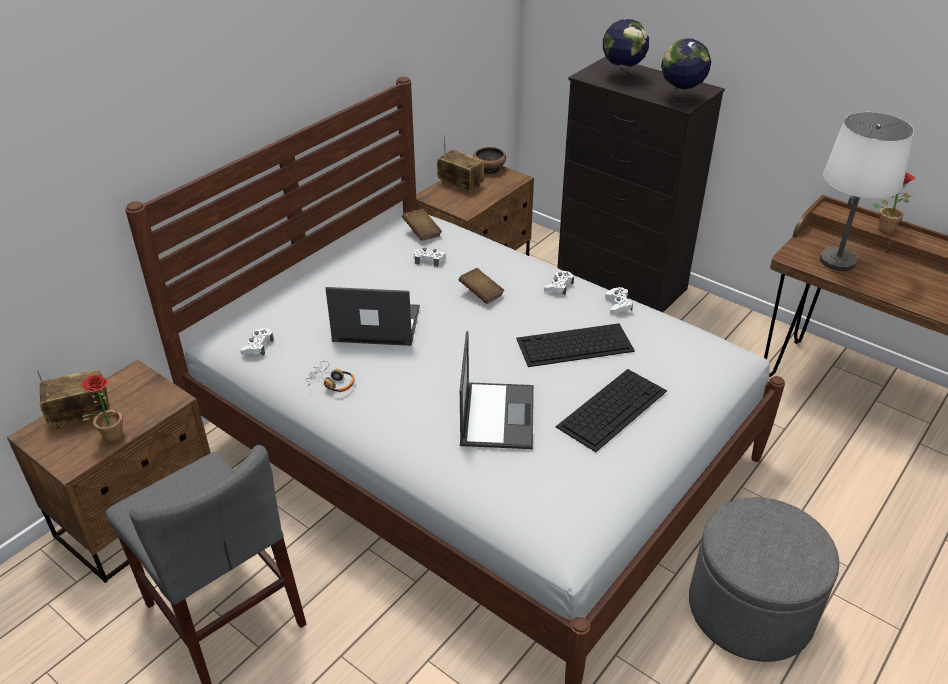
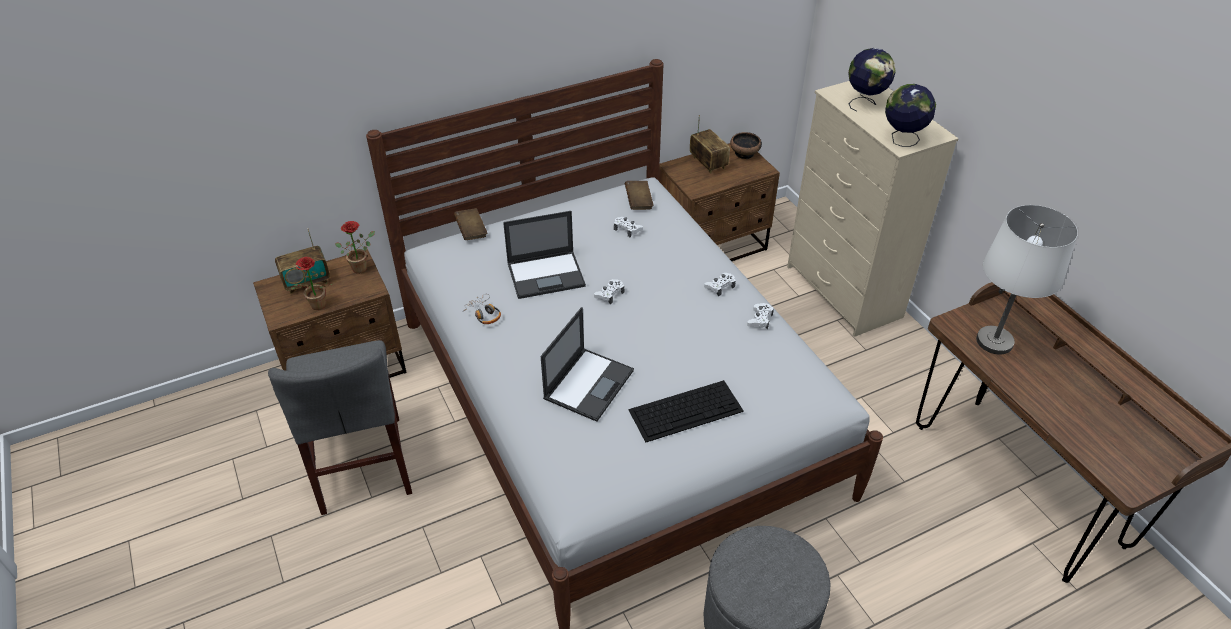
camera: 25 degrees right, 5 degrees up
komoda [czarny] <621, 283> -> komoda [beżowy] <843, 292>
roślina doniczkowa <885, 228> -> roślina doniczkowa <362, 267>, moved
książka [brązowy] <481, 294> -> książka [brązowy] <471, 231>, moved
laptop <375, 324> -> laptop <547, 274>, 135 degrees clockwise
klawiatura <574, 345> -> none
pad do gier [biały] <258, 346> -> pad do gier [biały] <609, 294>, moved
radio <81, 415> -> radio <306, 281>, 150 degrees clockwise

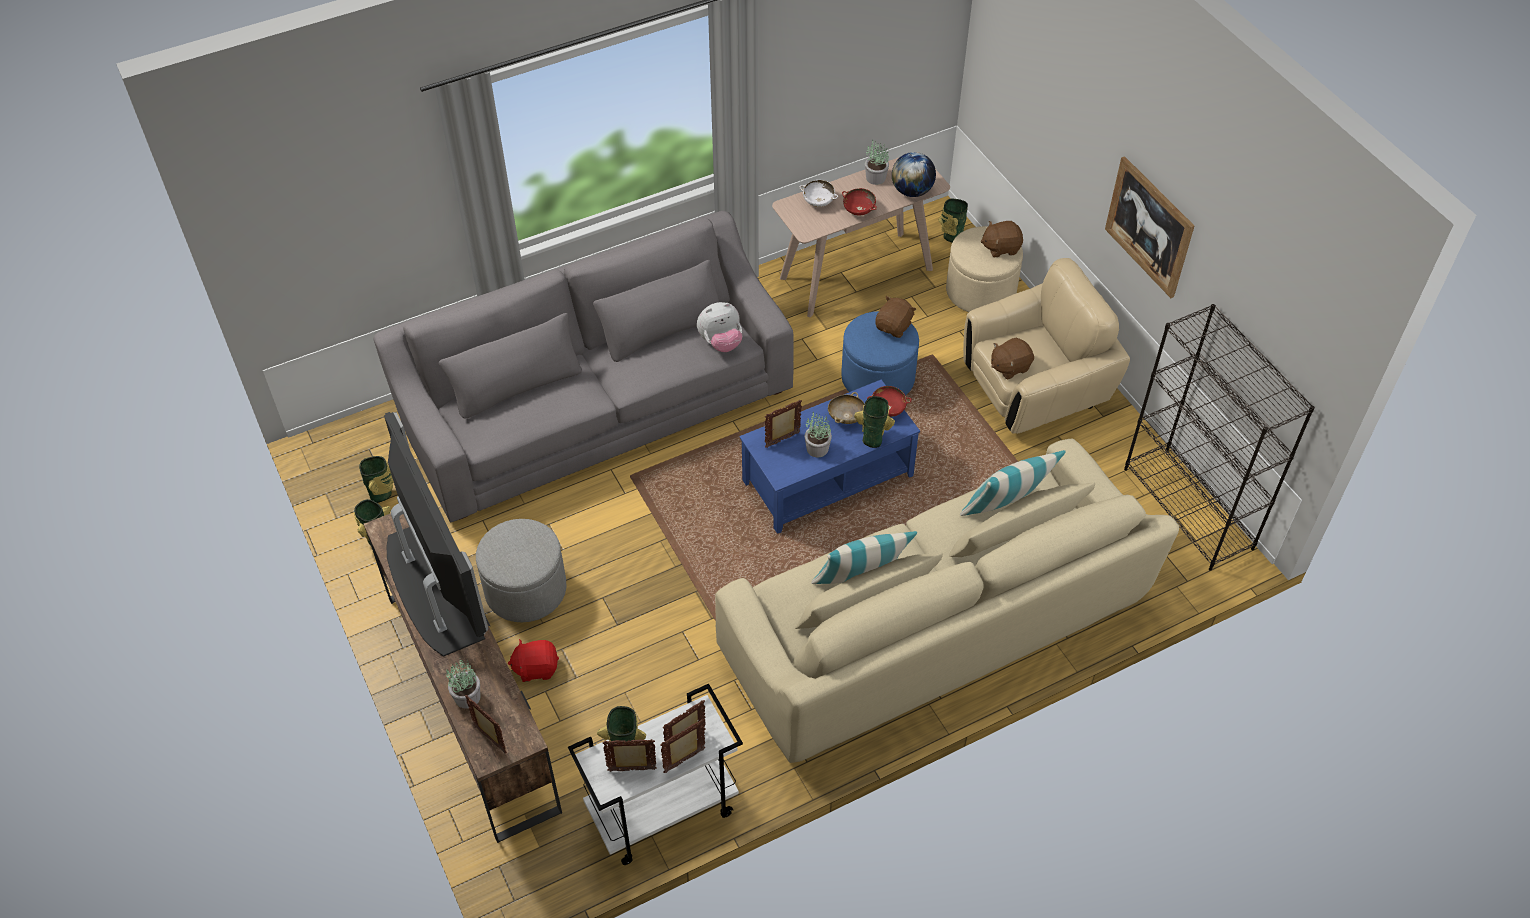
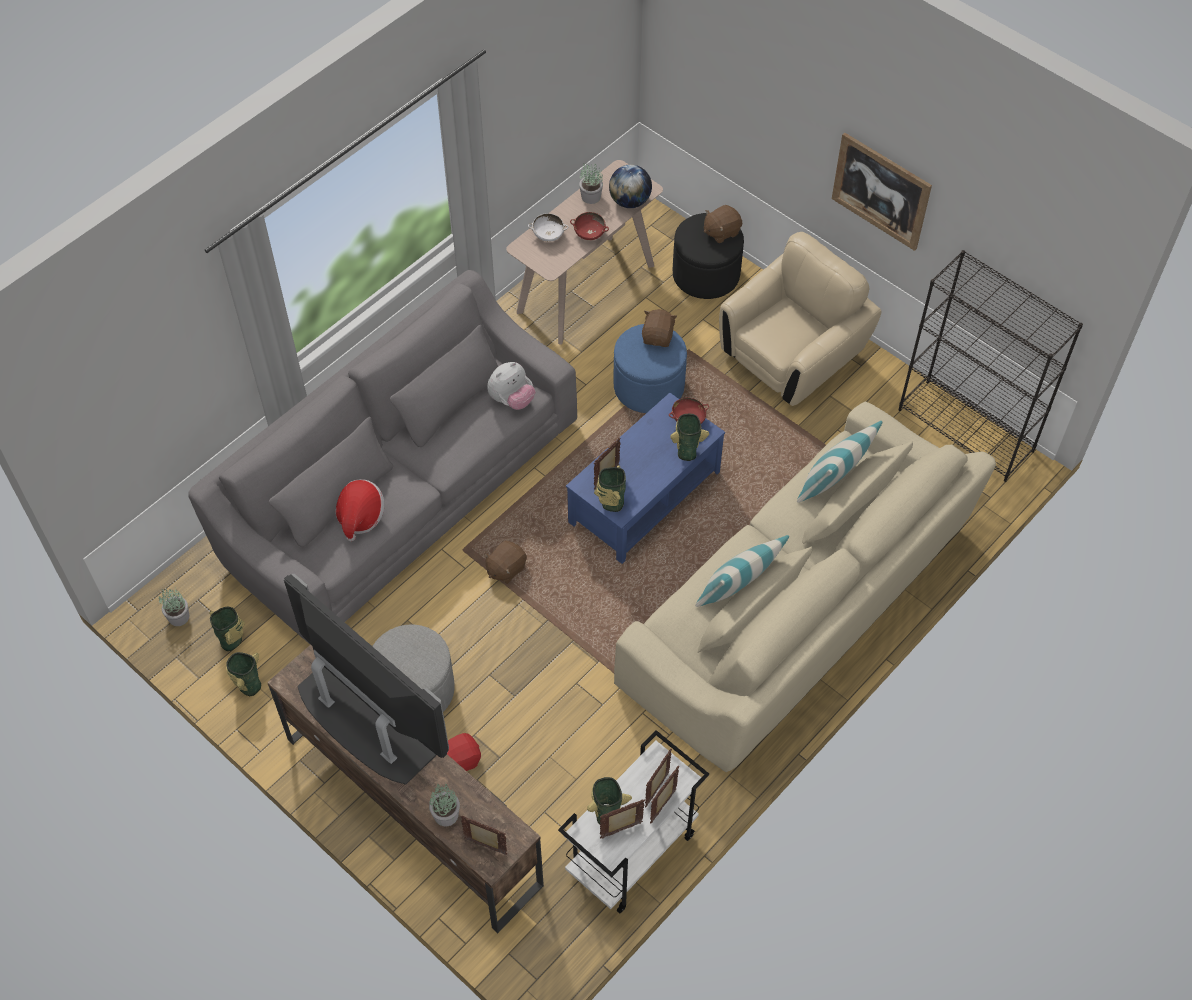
camera: 20 degrees left, 5 degrees up
wazon <951, 236> -> wazon <611, 503>, moved
pufa [beżowy] <980, 291> -> pufa [czarny] <706, 275>
pluszak [brązowy] <1009, 367> -> pluszak [brązowy] <505, 569>, moved
miska [beżowy] <846, 417> -> none
roślina doniczkowa <816, 448> -> roślina doniczkowa <178, 617>, moved
none -> kapelusz <360, 516>

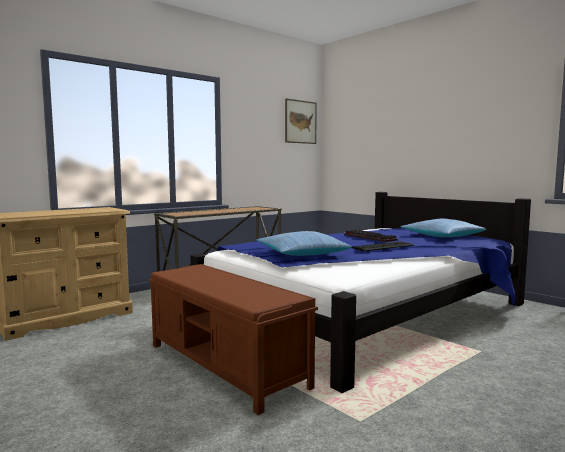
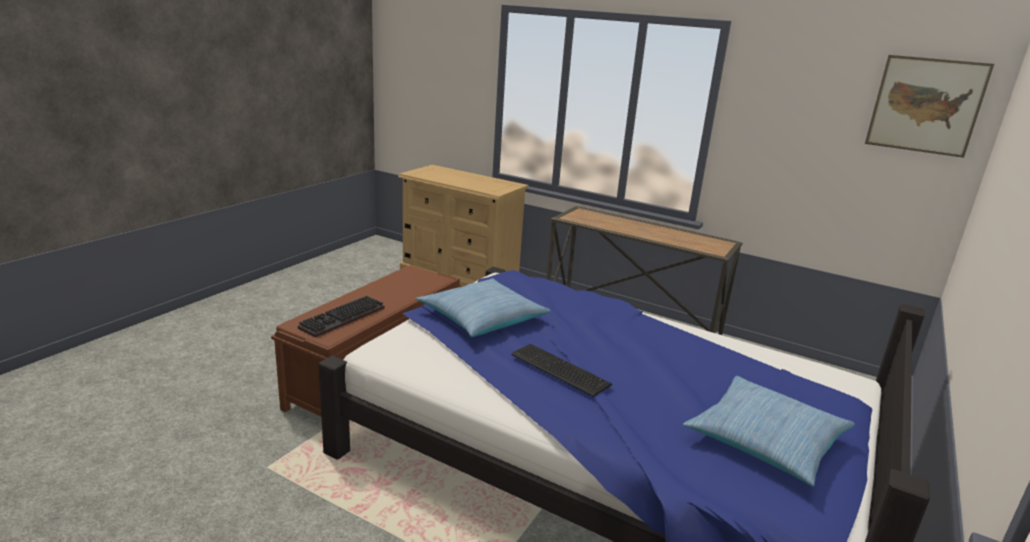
camera: 70 degrees right, 15 degrees up
klawiatura <371, 238> -> klawiatura <342, 319>, moved

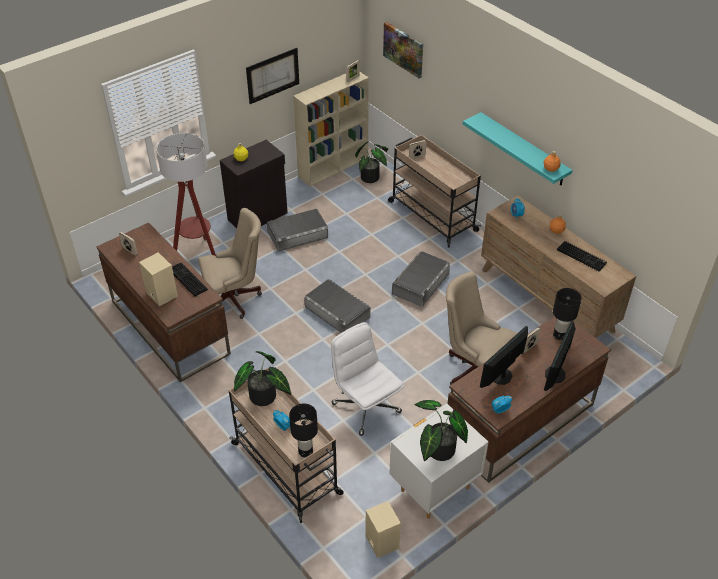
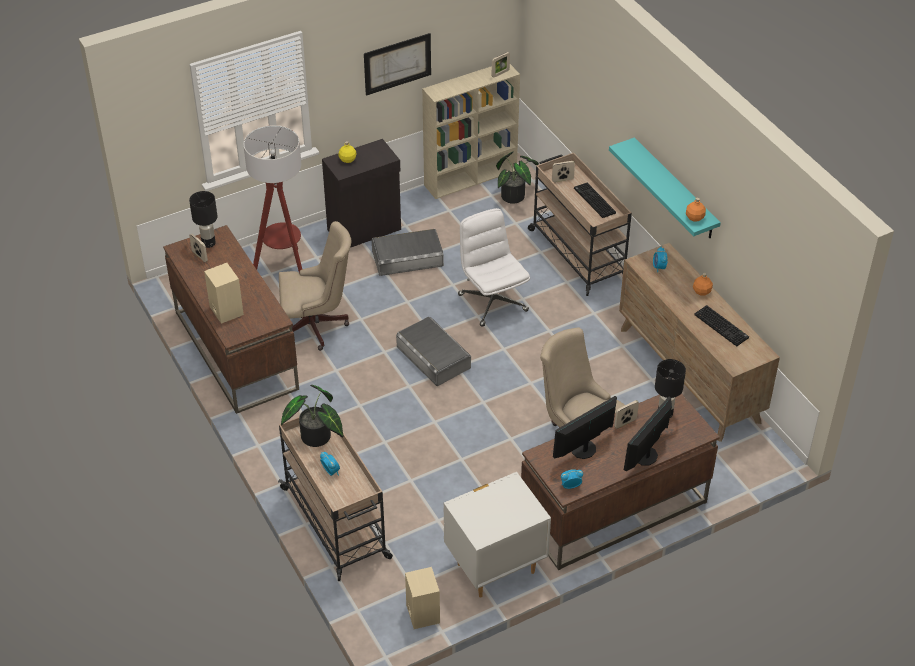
camera: 10 degrees right, 0 degrees up
obraz <403, 49> -> none
pojemnik do przechowywania [szary] <420, 283> -> none
klawiatura <186, 280> -> klawiatura <593, 201>, moved
krzesło biurowe [biały] <365, 407> -> krzesło biurowe [biały] <492, 302>, moved
roślina doniczkowa <437, 451> -> none
lampa stołowa [czarny] <306, 451> -> lampa stołowa [czarny] <209, 243>, moved

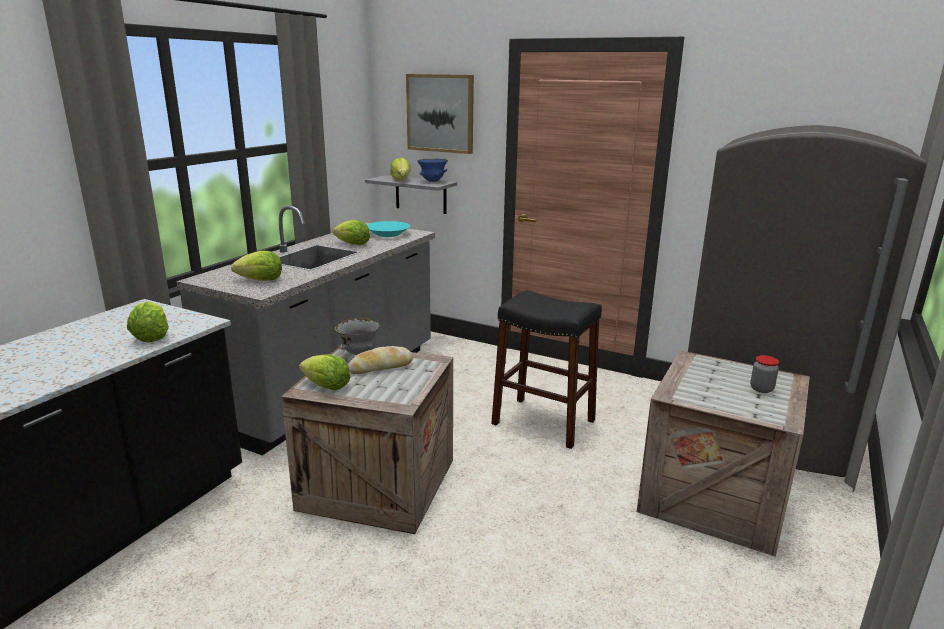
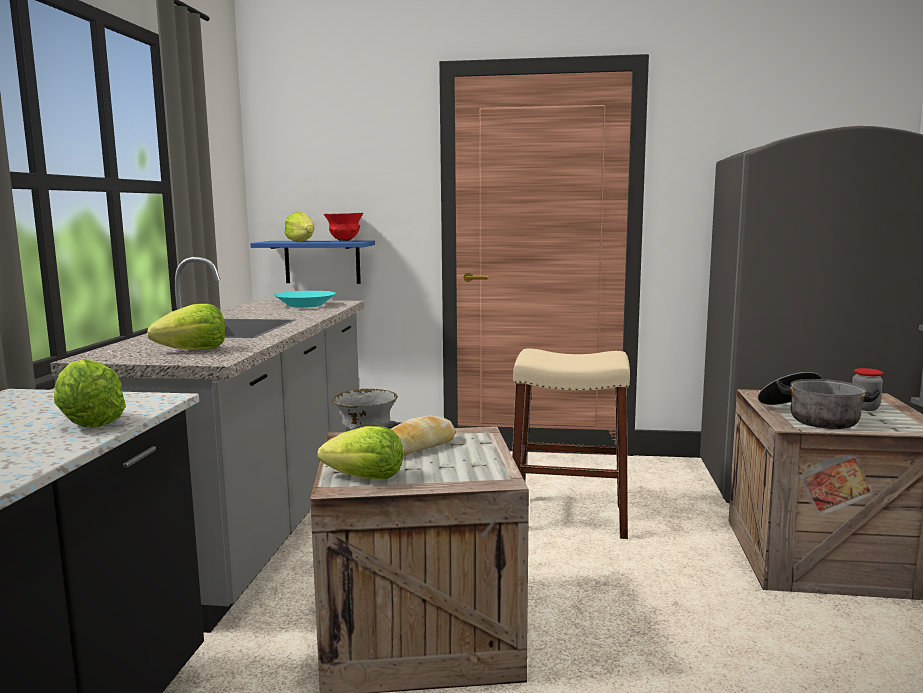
camera: 20 degrees left, 10 degrees down
obraz <440, 113> -> none
miska [niebieski] <433, 181> -> miska [czerwony] <344, 240>
półka [szary] <420, 194> -> półka [niebieski] <322, 262>
sałata <352, 244> -> none
stołek [czarny] <543, 422> -> stołek [beżowy] <569, 517>
none -> garnek <810, 417>

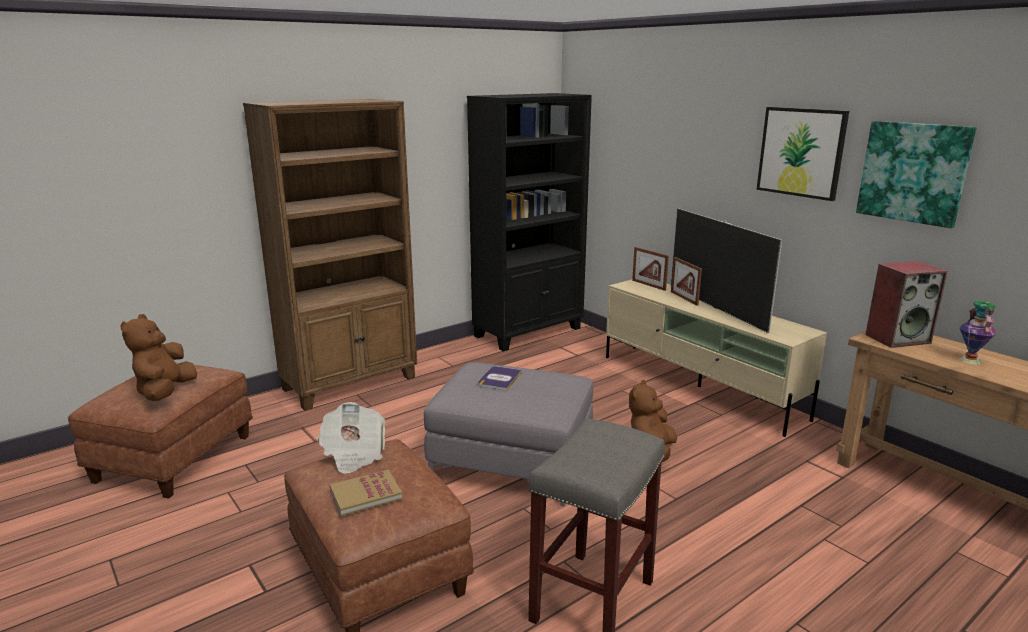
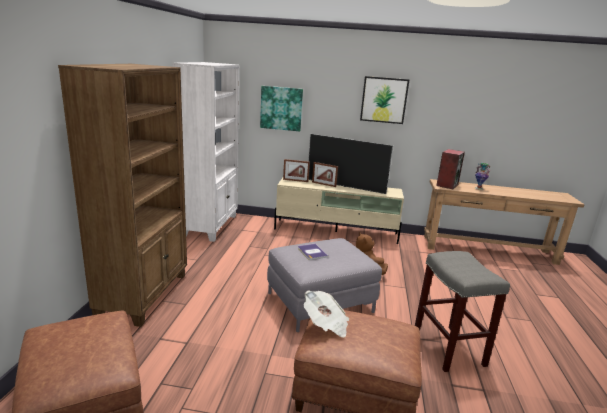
camera: 45 degrees left, 0 degrees up
regał [czarny] <529, 332> -> regał [biały] <211, 226>
obraz <913, 172> -> obraz <281, 108>, moved
pluszak [brązowy] <165, 392> -> none
książka <366, 495> -> none

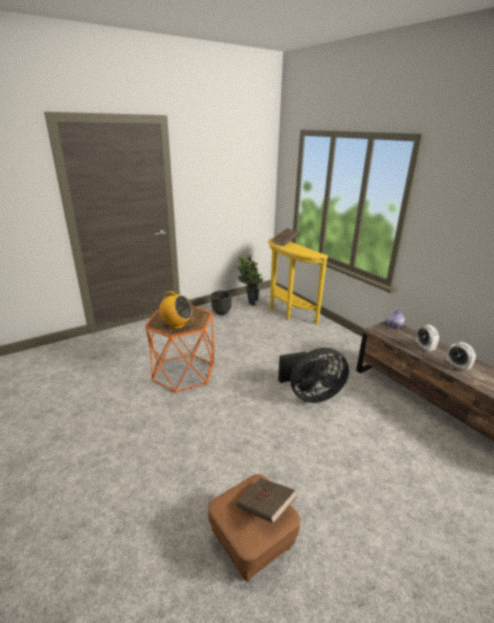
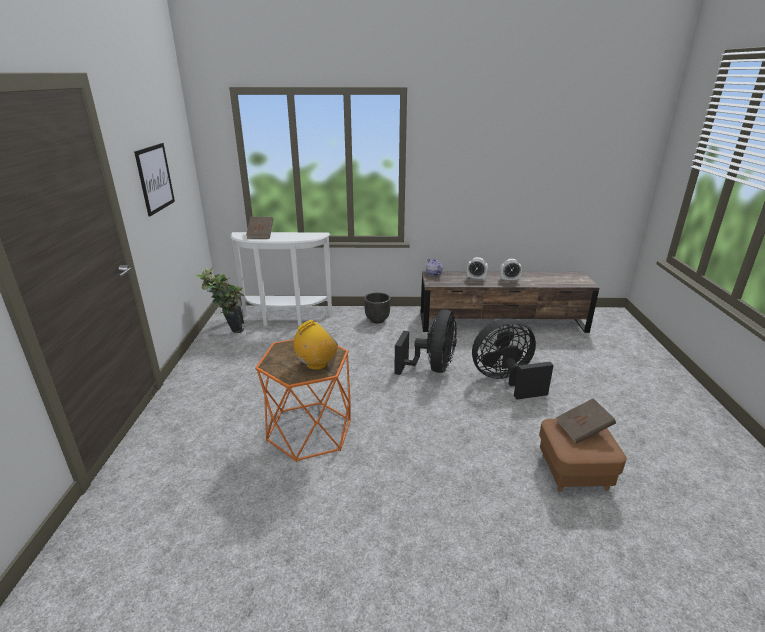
camera: 55 degrees left, 0 degrees up
stolik konsolowy [żółty] <287, 312> -> stolik konsolowy [biały] <286, 319>
donica [czarny] <221, 312> -> donica [czarny] <377, 320>, moved
none -> obraz <155, 178>
none -> wentylator [czarny] <506, 381>

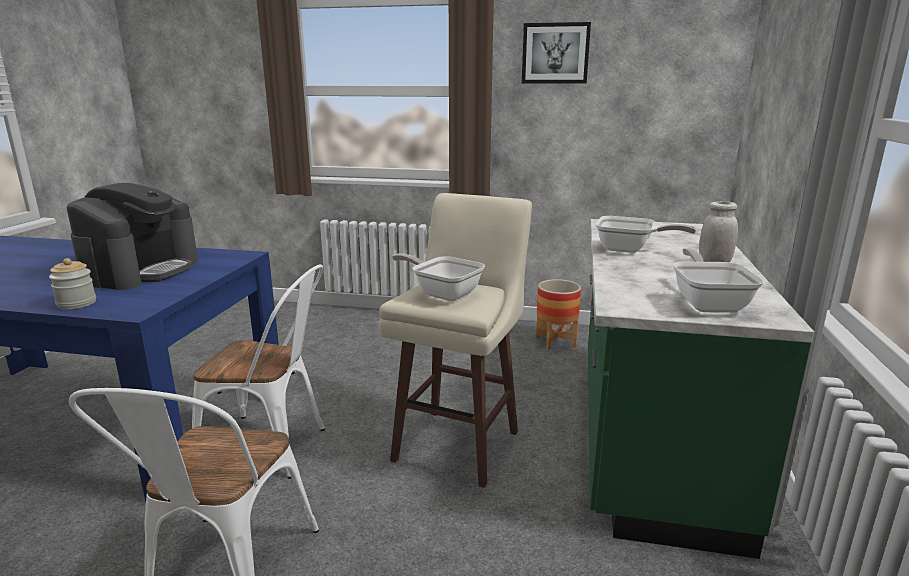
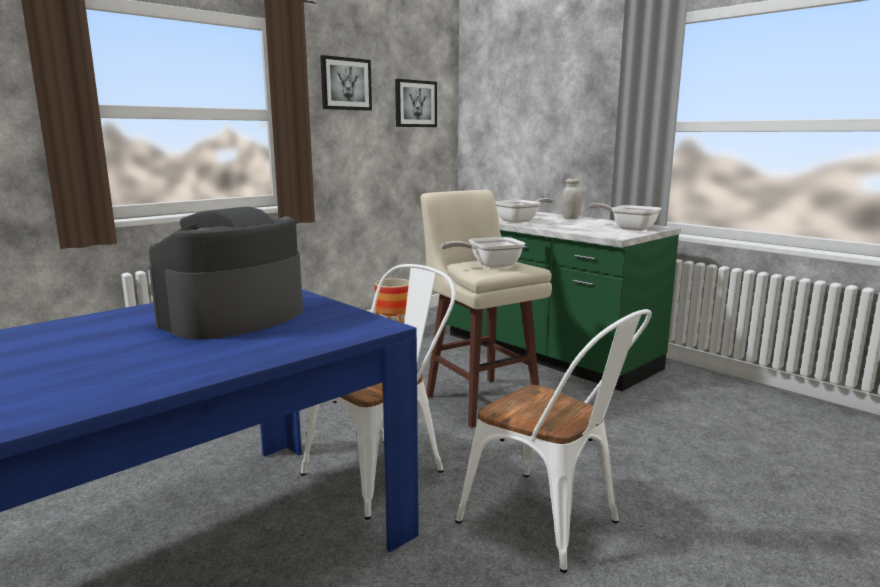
camera: 55 degrees left, 5 degrees down
ekspres do kawy <142, 271> -> ekspres do kawy <233, 317>, 105 degrees counterclockwise
słoik <76, 303> -> none
none -> obraz <415, 104>

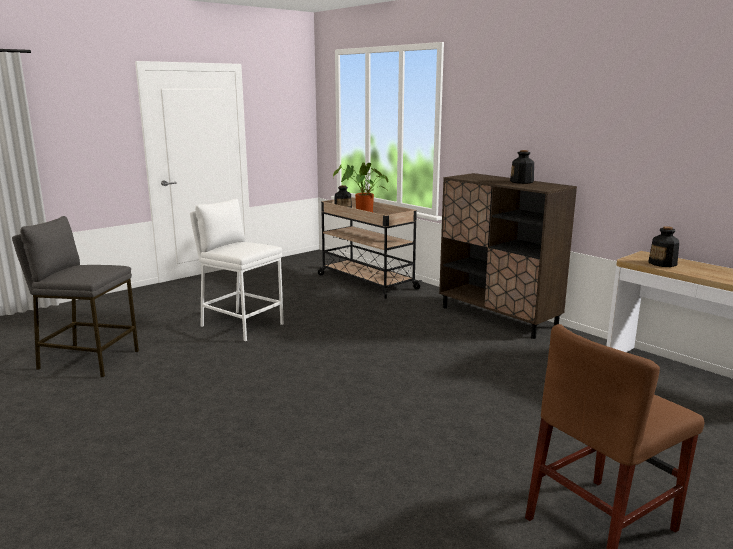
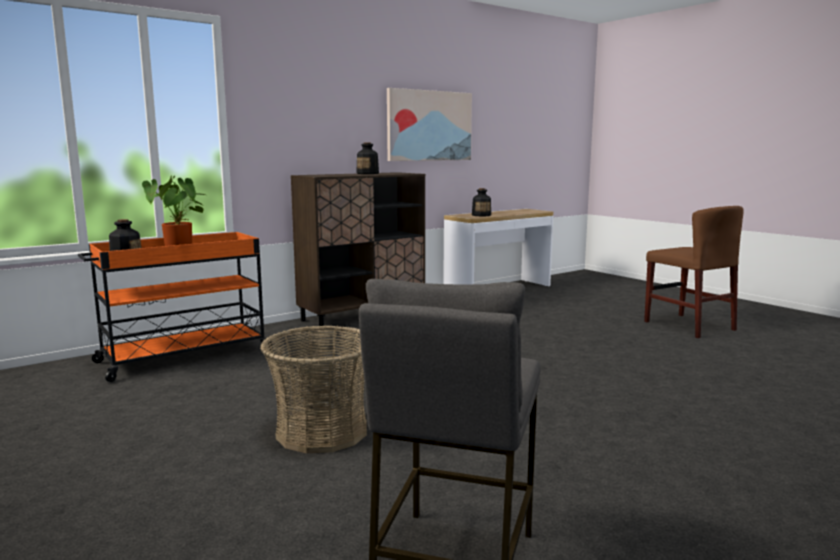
camera: 85 degrees left, 5 degrees down
wózek [beżowy] <366, 281> -> wózek [pomarańczowy] <183, 356>
stołek [biały] <241, 325> -> koszyk <321, 431>
none -> obraz <429, 126>

